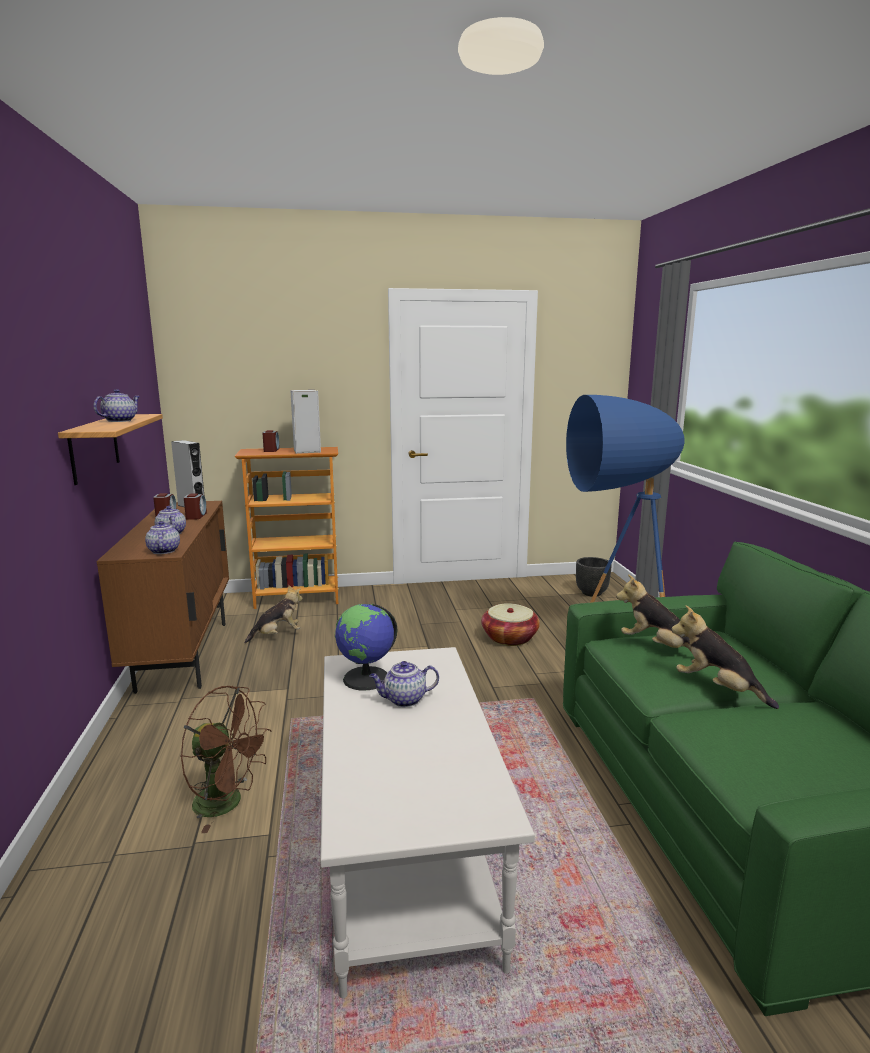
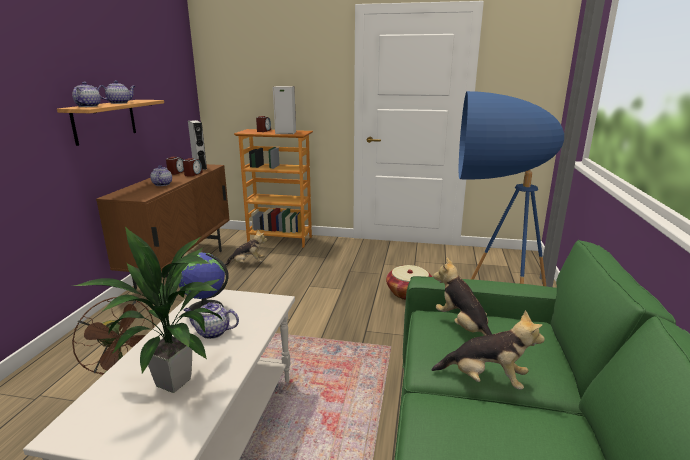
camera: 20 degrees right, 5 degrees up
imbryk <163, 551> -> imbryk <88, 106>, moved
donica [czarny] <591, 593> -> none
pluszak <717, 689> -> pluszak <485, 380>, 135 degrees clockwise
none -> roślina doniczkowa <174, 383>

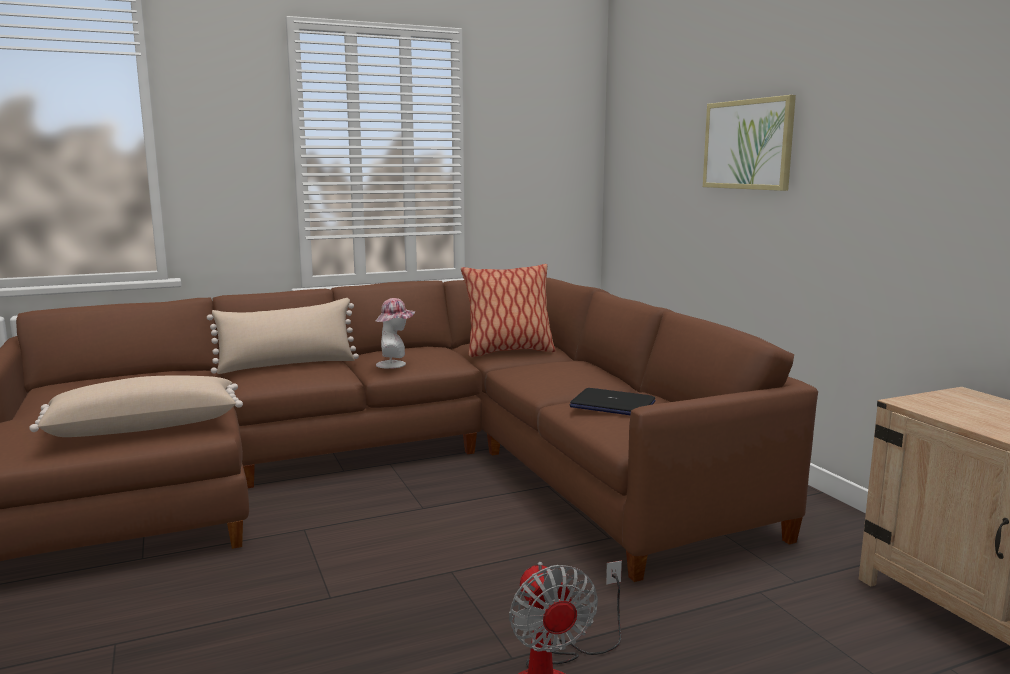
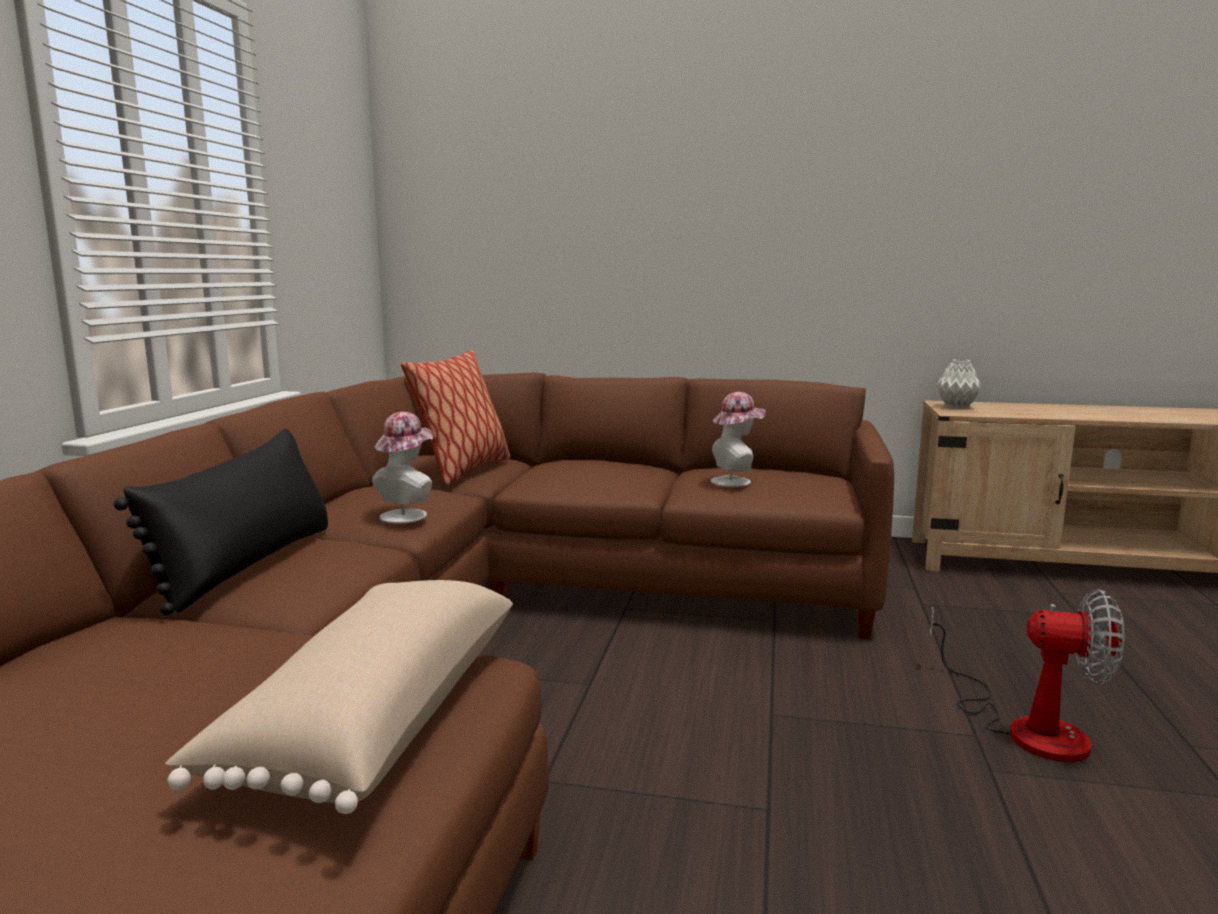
camera: 55 degrees left, 0 degrees up
obraz <748, 144> -> none
poduszka [beżowy] <287, 365> -> poduszka [czarny] <249, 564>
laptop <612, 405> -> kapelusz <735, 481>
none -> wazon [szary] <956, 407>

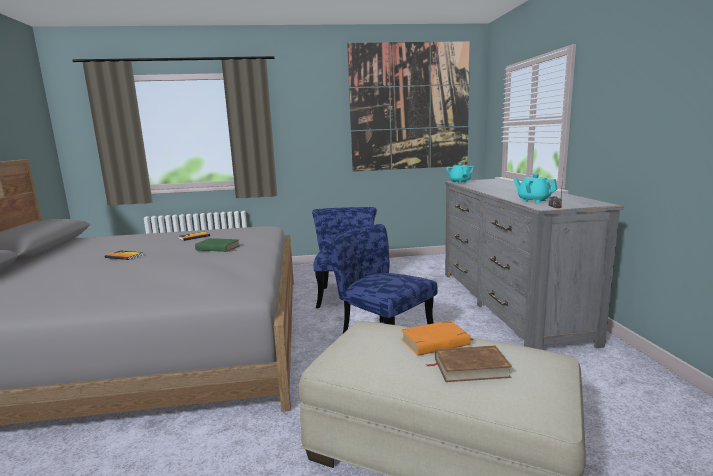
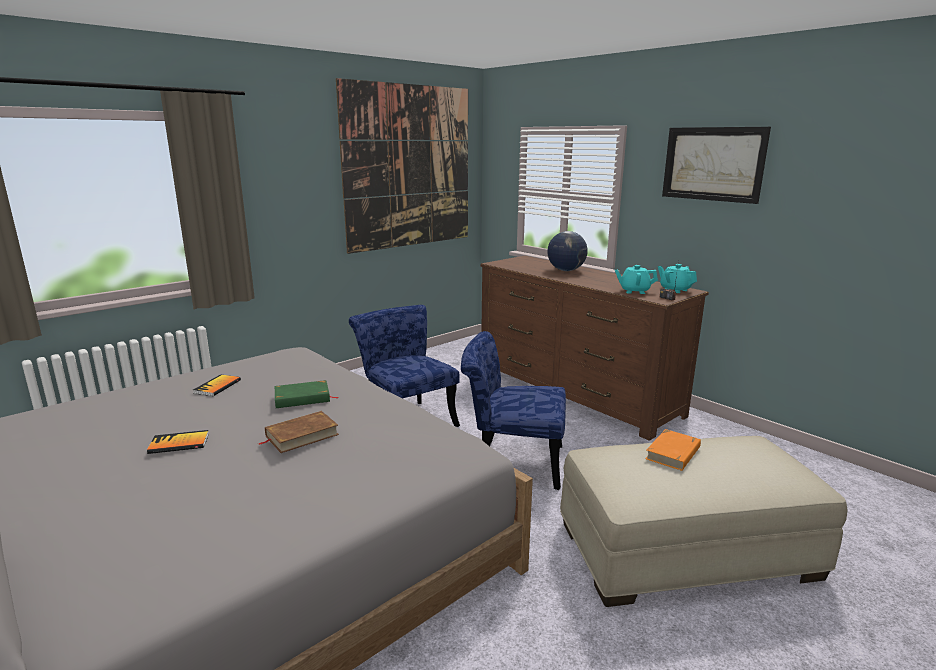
camera: 35 degrees left, 5 degrees up
imbryk [turkusowy] <460, 182> -> imbryk [turkusowy] <675, 290>, moved
komoda [szary] <507, 303> -> komoda [brązowy] <575, 391>
książka [brązowy] <470, 367> -> książka [brązowy] <301, 435>, moved
none -> obraz <713, 164>
none -> globus <566, 270>

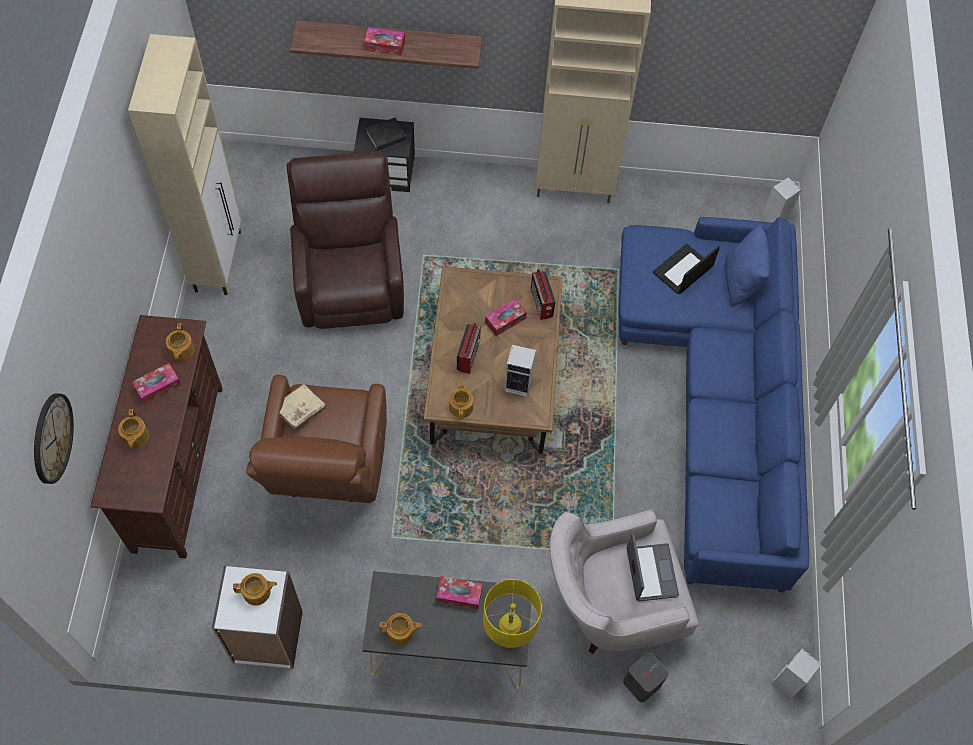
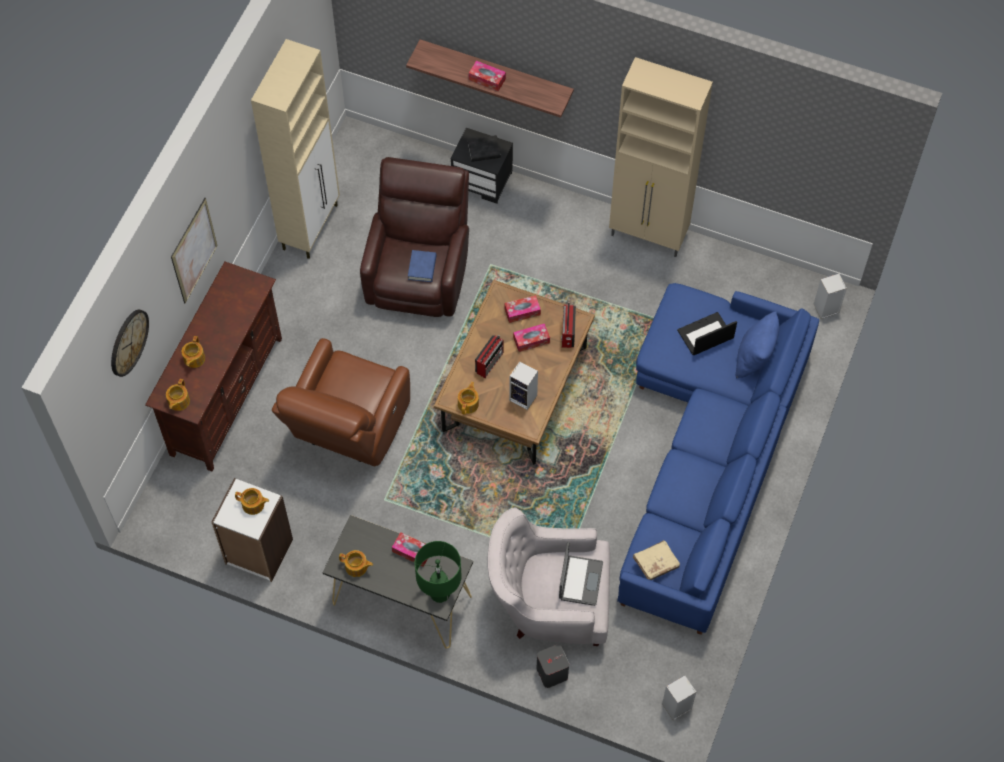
camera: 20 degrees right, 0 degrees up
imbryk <181, 350> -> imbryk <178, 401>, moved
pudełko chusteczek <158, 386> -> pudełko chusteczek <522, 312>, moved
książka [beżowy] <299, 410> -> książka [beżowy] <655, 563>, moved
lampa stołowa [żółty] <508, 637> -> lampa stołowa [zielony] <440, 594>
none -> obraz <194, 250>
none -> książka [niebieski] <422, 268>

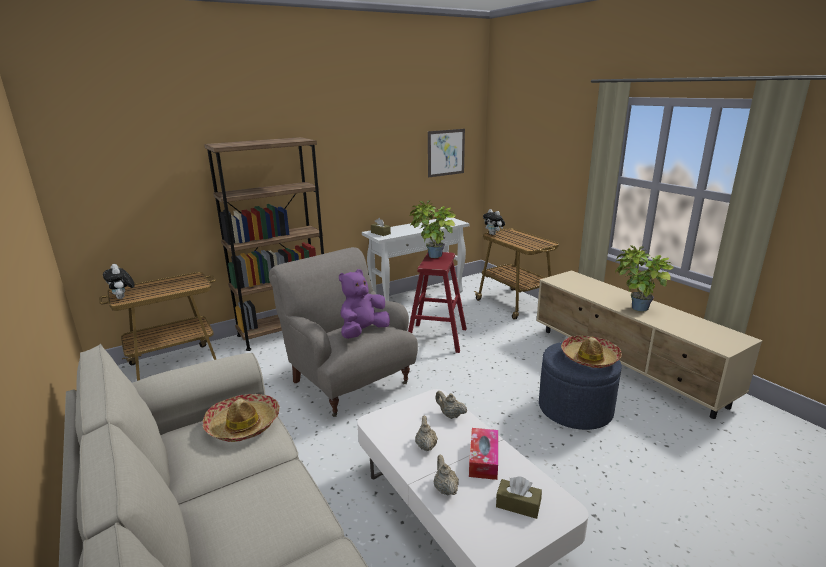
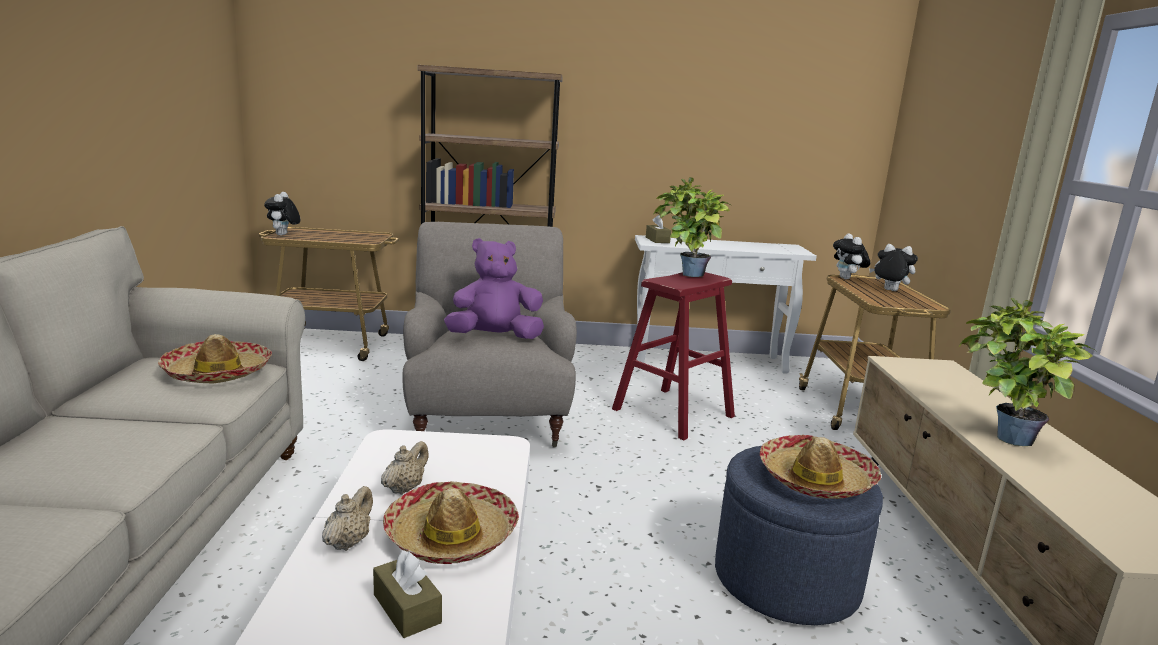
camera: 30 degrees right, 5 degrees down
obraz <446, 152> -> none
imbryk [beżowy] <450, 415> -> none
pudełko chusteczek <483, 459> -> kapelusz <451, 536>
none -> pluszak <888, 290>

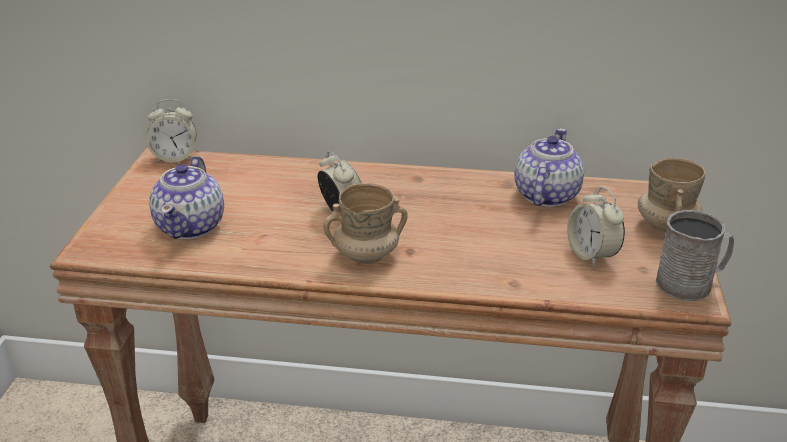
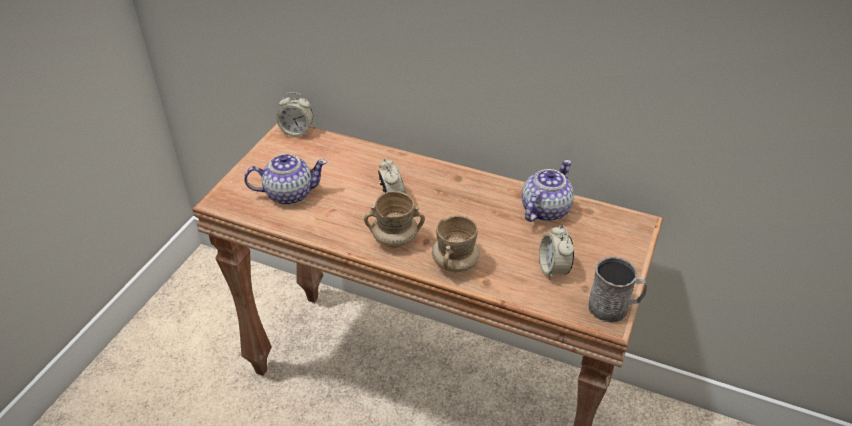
camera: 15 degrees right, 10 degrees up
imbryk <191, 226> -> imbryk <288, 193>, 120 degrees counterclockwise
kubek [beżowy] <666, 225> -> kubek [beżowy] <455, 263>, moved

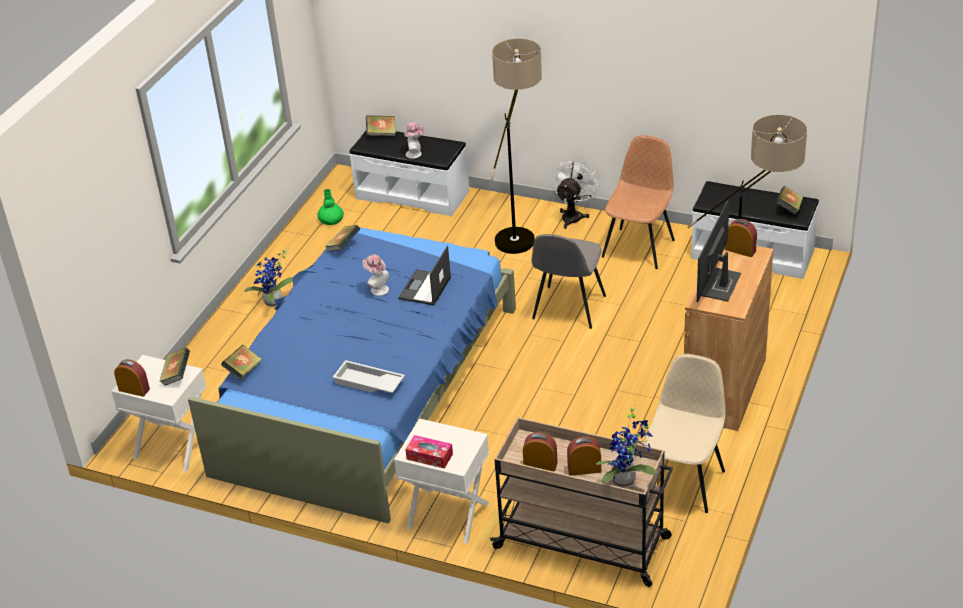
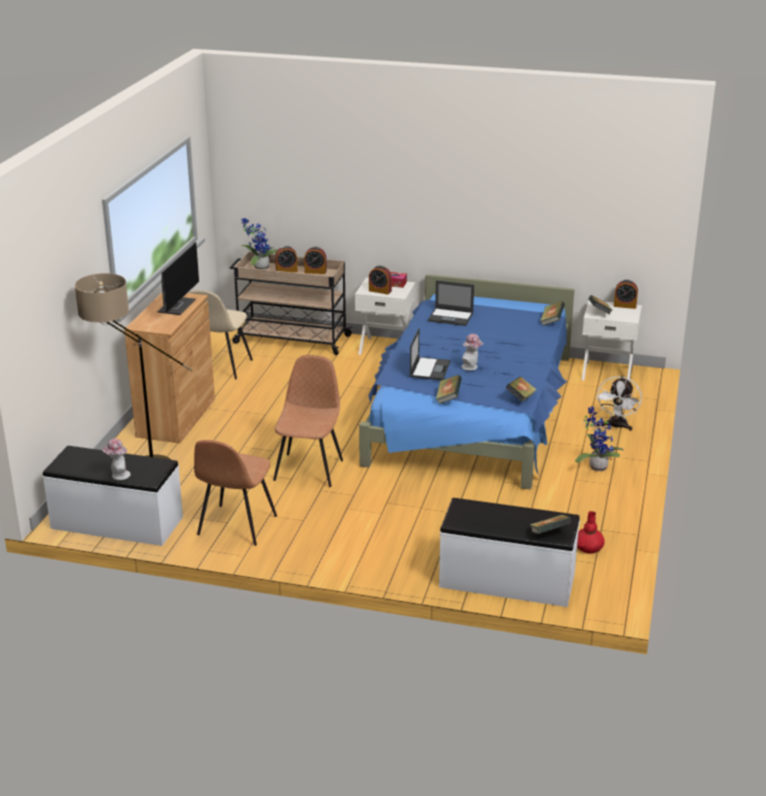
camera: 170 degrees right, 10 degrees down
lampa stojąca <520, 232> -> none
kapelusz <416, 153> -> kapelusz <118, 475>, moved
wentylator [biały] <573, 215> -> wentylator [biały] <616, 426>, moved
książka <789, 209> -> książka <448, 398>, moved
wazon [zielony] <331, 220> -> wazon [czerwony] <588, 547>
budzik <740, 250> -> budzik <380, 291>, moved
krzesło [szary] <568, 309> -> krzesło [brązowy] <309, 469>
taca [biały] <368, 383> -> laptop <451, 317>

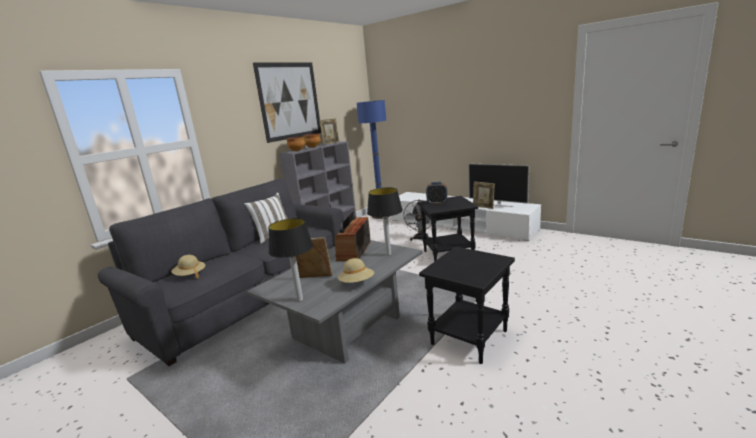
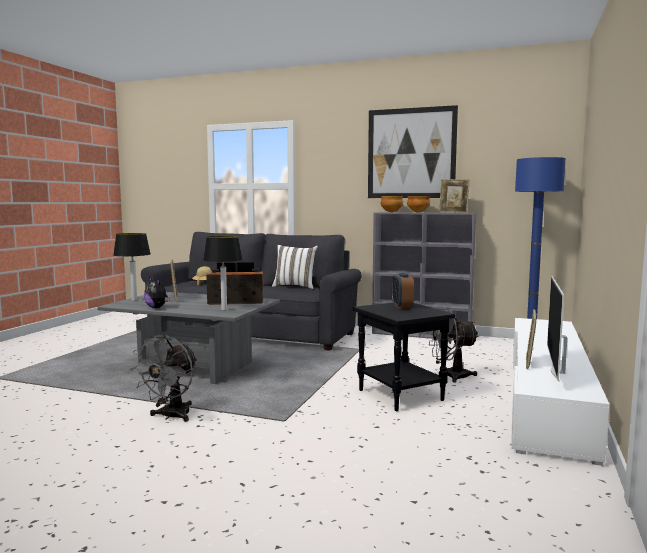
camera: 70 degrees right, 10 degrees down
stolik [czarny] <468, 337> -> wentylator [szary] <171, 416>
kapelusz [beżowy] <357, 283> -> pluszak <157, 307>

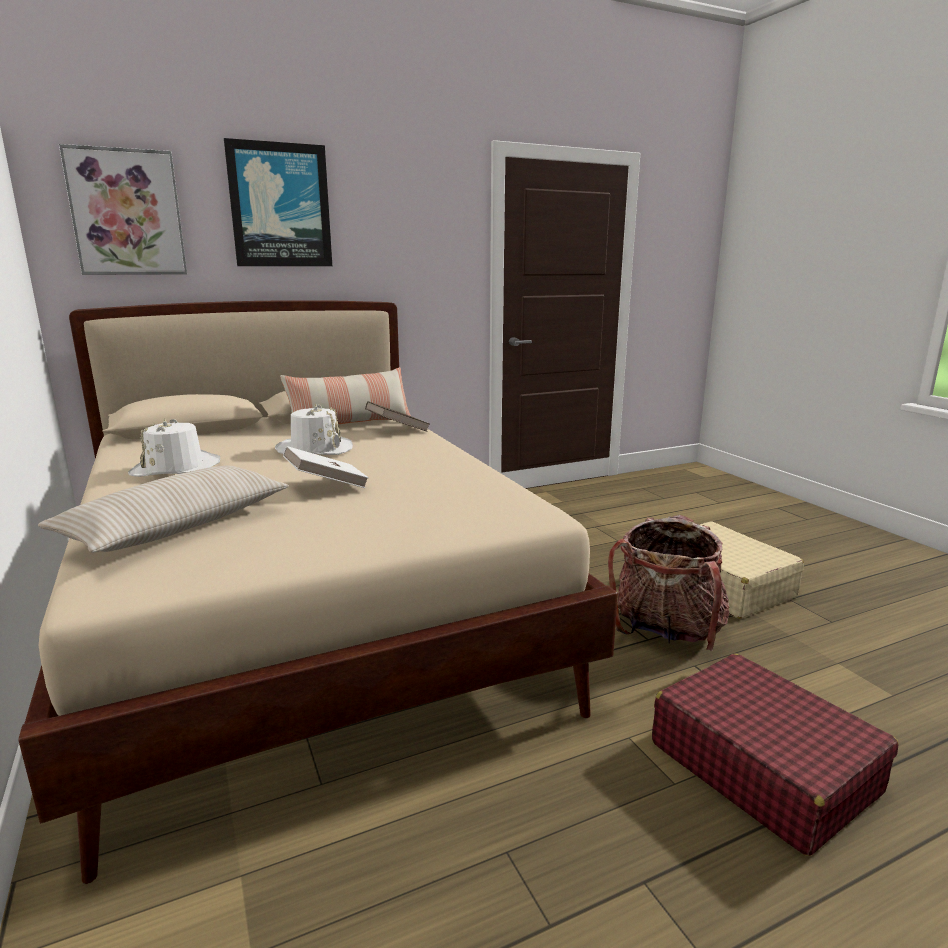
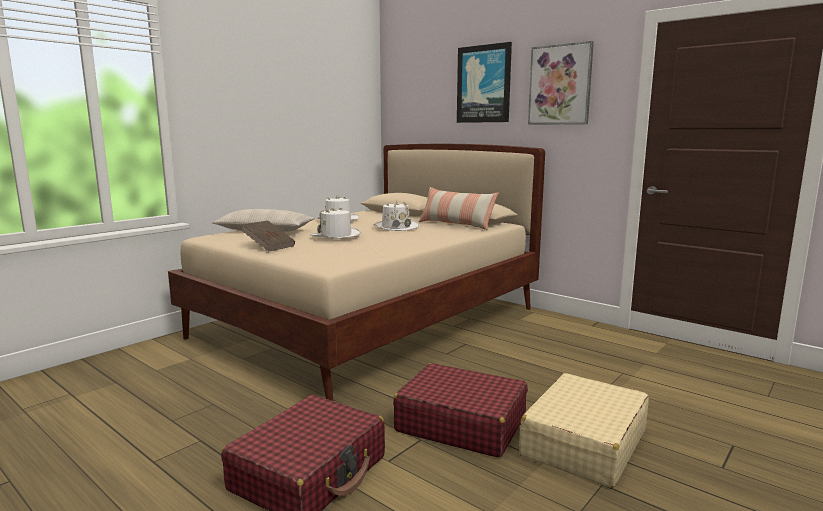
camera: 65 degrees right, 5 degrees down
obraz <127, 213> -> obraz <560, 85>, moved
książka [brązowy] <397, 430> -> książka [brązowy] <269, 246>, moved
książka [biały] <326, 485> -> kapelusz [biały] <336, 236>
plecak <666, 632> -> walizka [czerwony] <460, 424>

